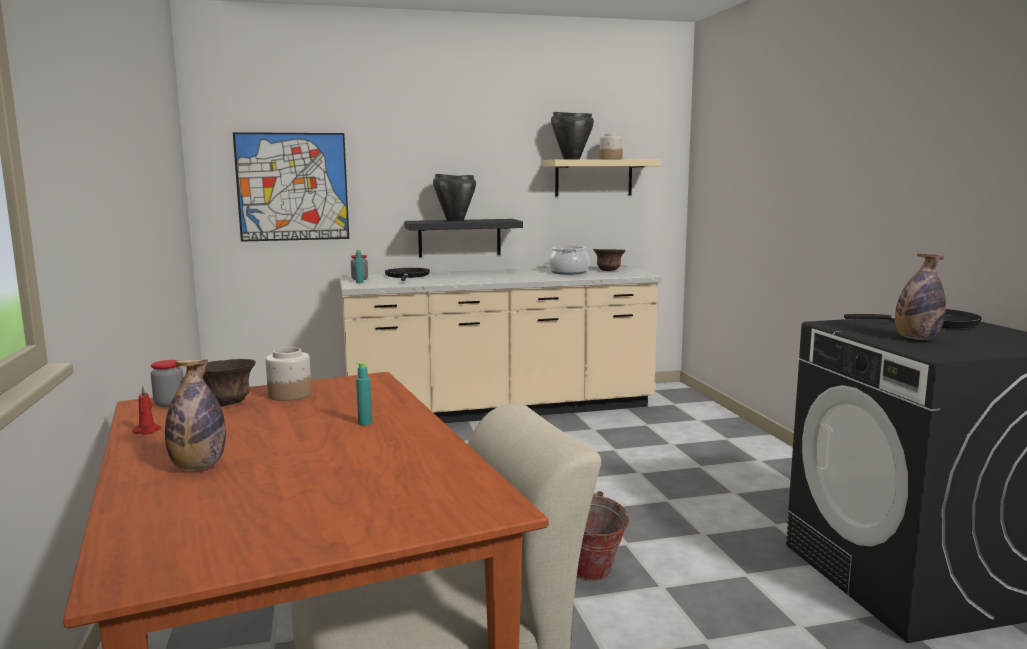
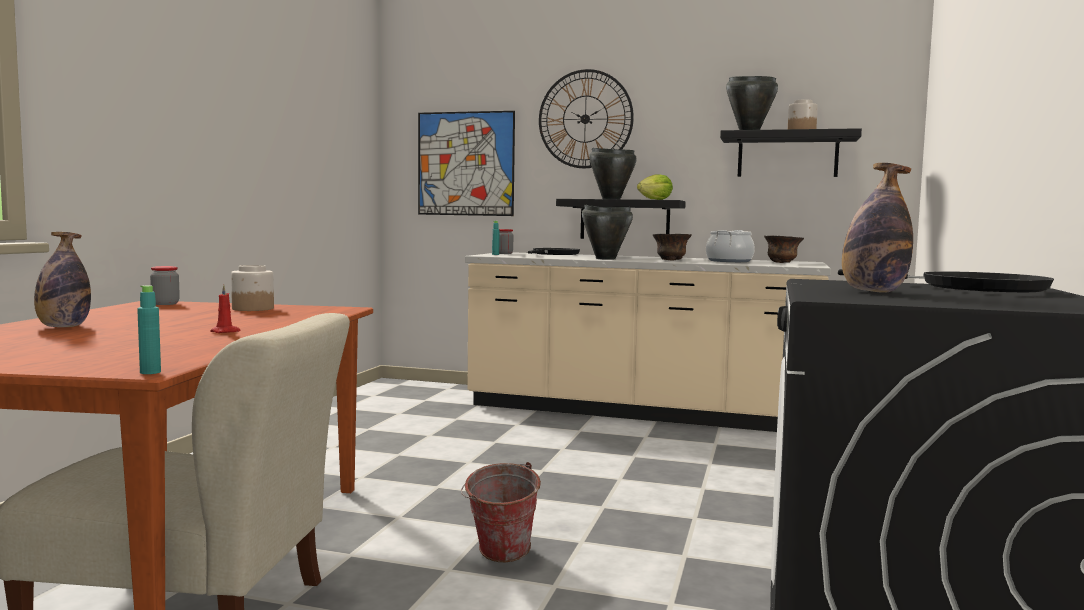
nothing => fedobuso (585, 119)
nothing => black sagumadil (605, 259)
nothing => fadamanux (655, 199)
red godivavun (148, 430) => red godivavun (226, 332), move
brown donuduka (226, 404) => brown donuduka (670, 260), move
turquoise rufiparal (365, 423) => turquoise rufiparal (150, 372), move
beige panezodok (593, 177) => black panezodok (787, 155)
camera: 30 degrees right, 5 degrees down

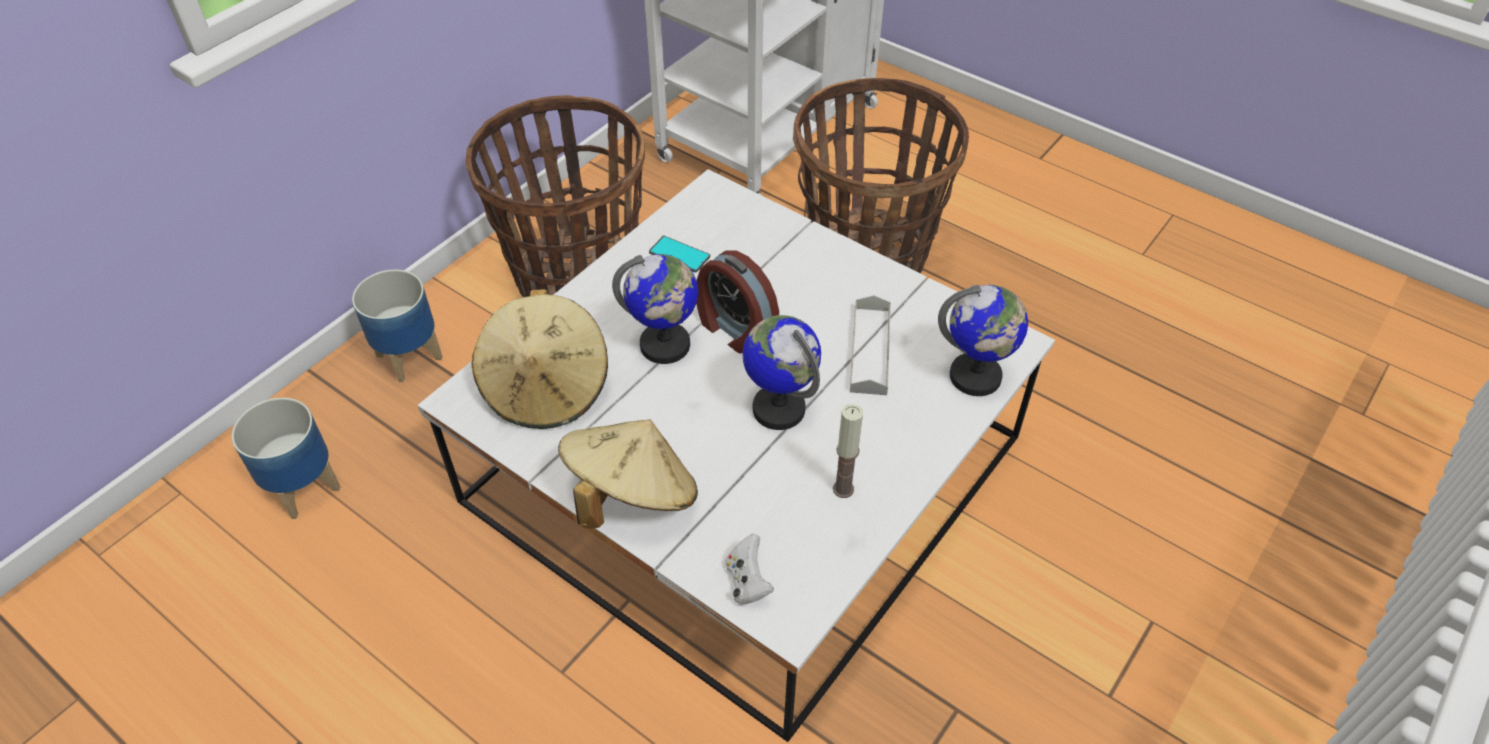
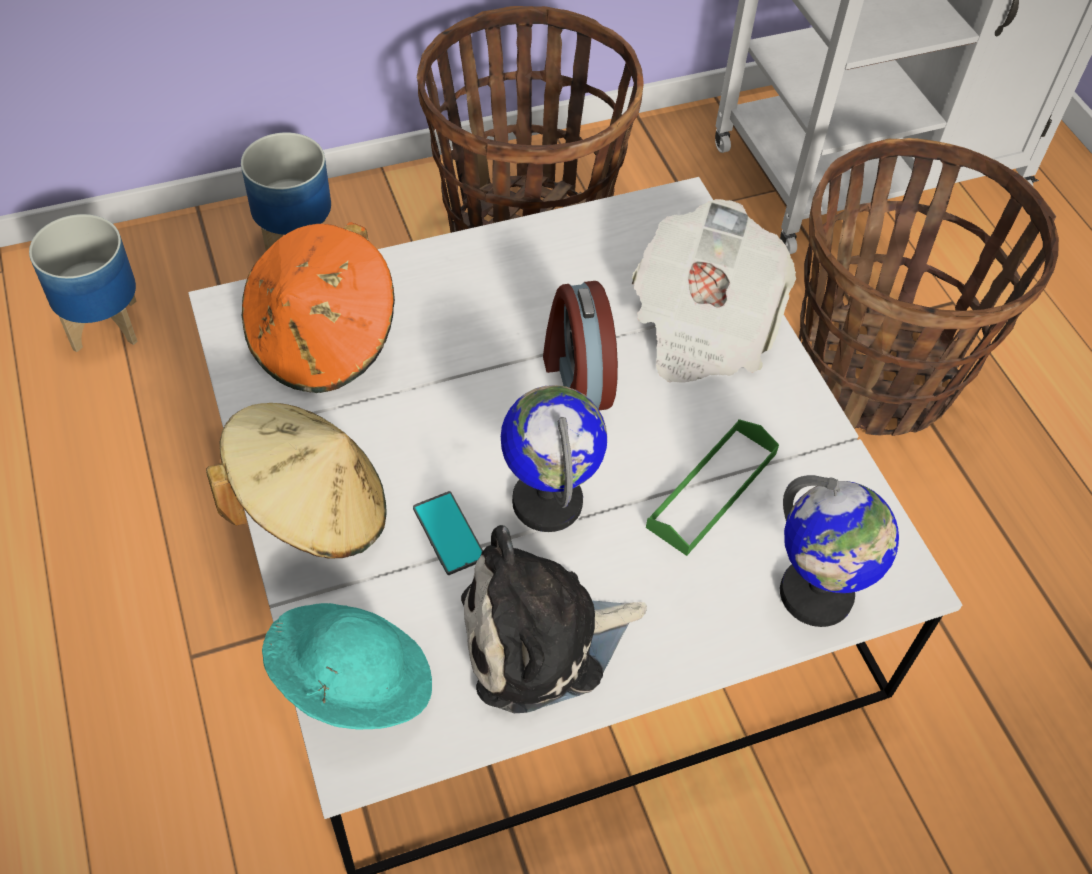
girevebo (665, 345) => nothing
nothing => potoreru (703, 325)
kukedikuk (679, 255) => kukedikuk (448, 533), move
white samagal (748, 582) => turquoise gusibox (351, 681)
godivavun (843, 489) => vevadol (542, 639)
beige gusibox (547, 388) => orange gusibox (324, 342)
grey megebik (870, 350) => green megebik (712, 490)
camera: 30 degrees right, 5 degrees up

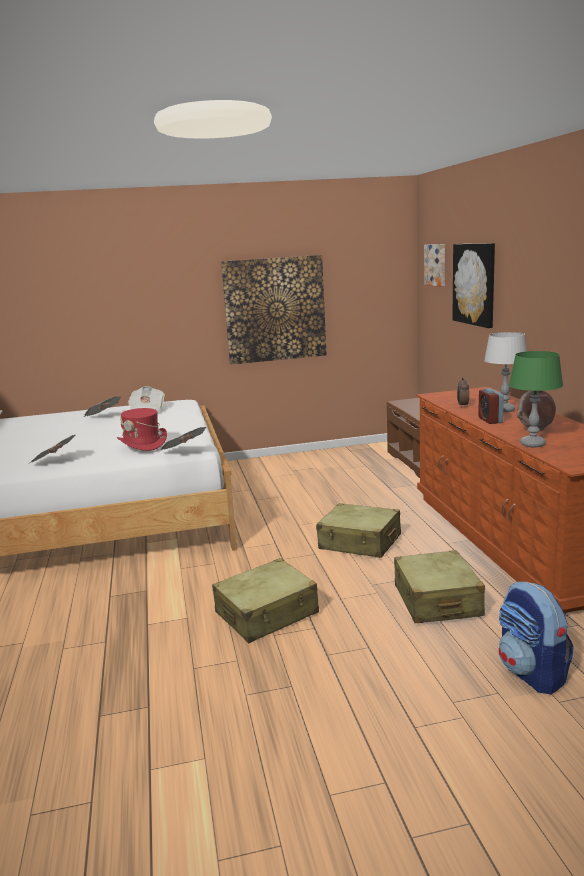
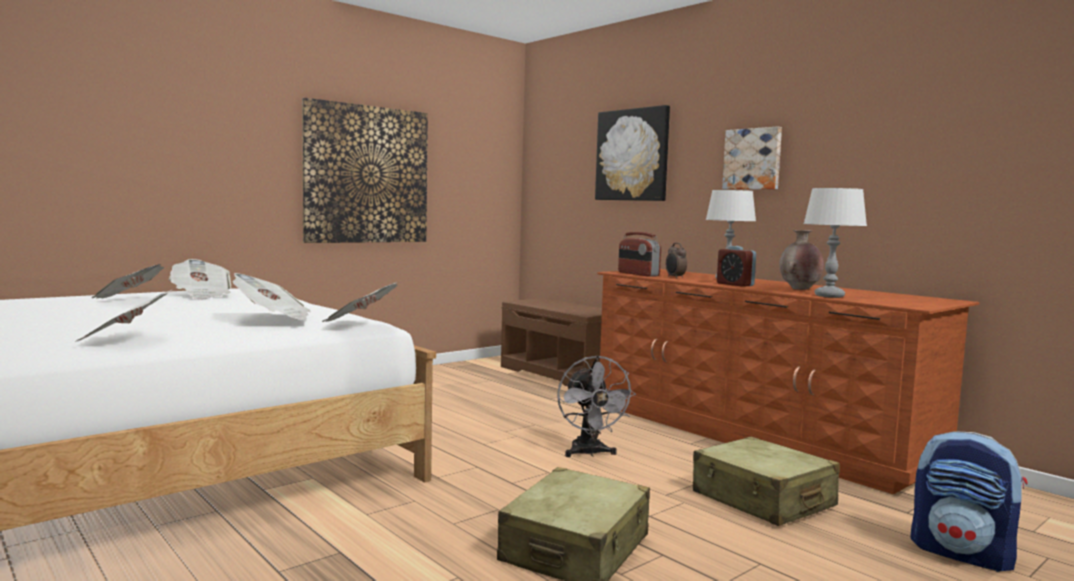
nothing => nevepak (638, 274)
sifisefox (436, 264) => sifisefox (753, 159), move
red gusibox (143, 444) => potoreru (273, 318)
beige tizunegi (360, 542) => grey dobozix (589, 453)
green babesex (533, 444) => grey babesex (829, 296)
camera: 30 degrees left, 10 degrees down

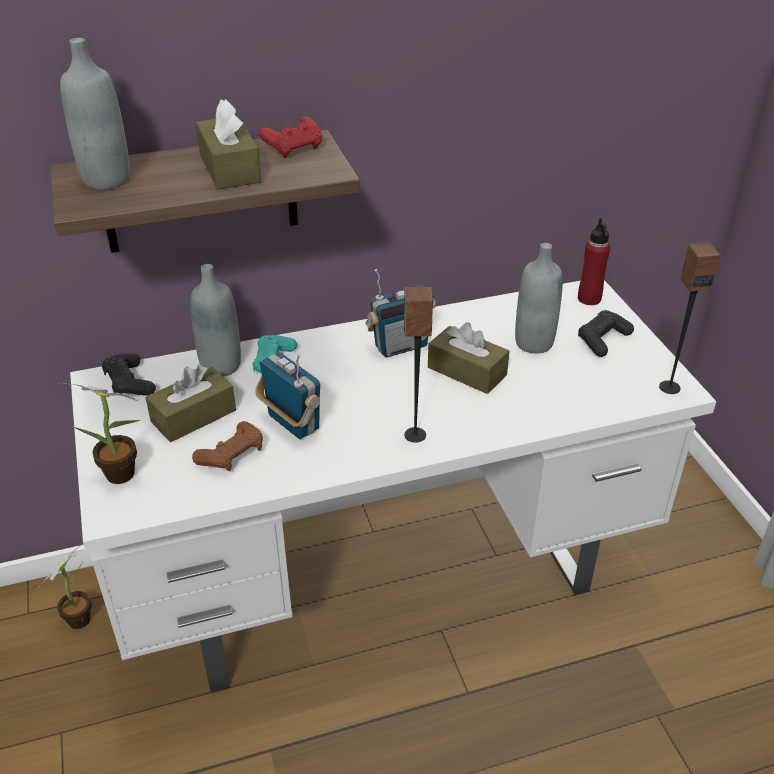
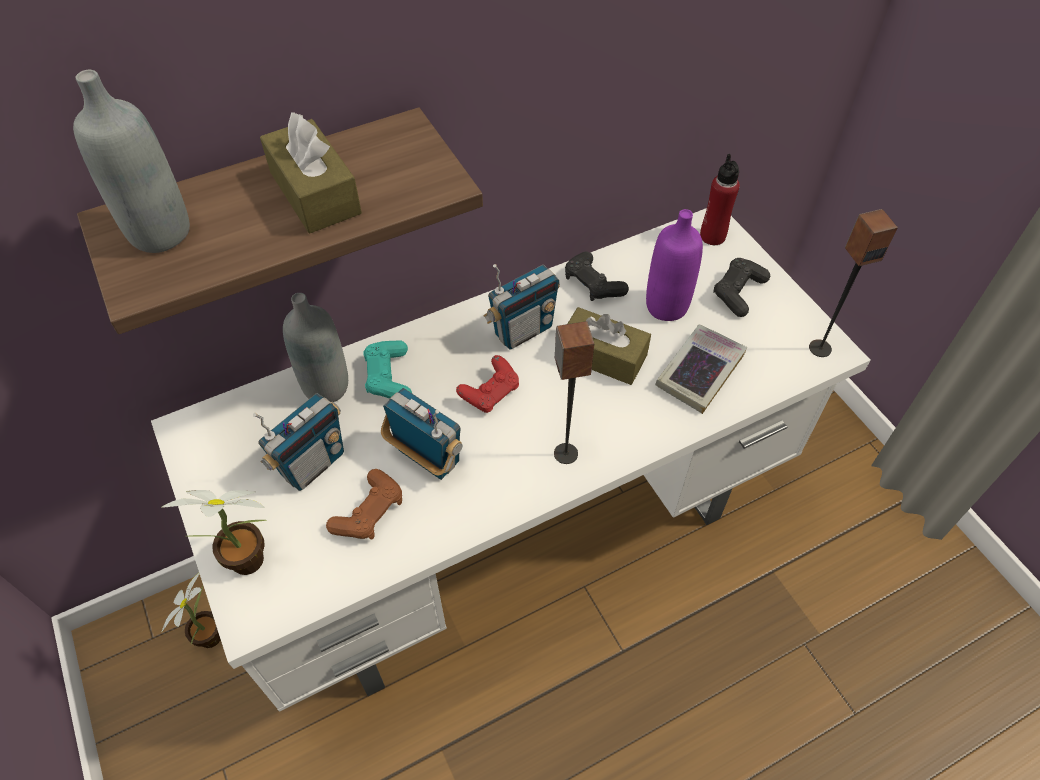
nothing => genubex (699, 372)
black samagal (129, 383) => black samagal (593, 284), move
red samagal (294, 149) => red samagal (490, 393), move
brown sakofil (193, 416) => nevepak (312, 464)
grey rufiparal (534, 343) => purple rufiparal (666, 306)
camera: 10 degrees left, 15 degrees up

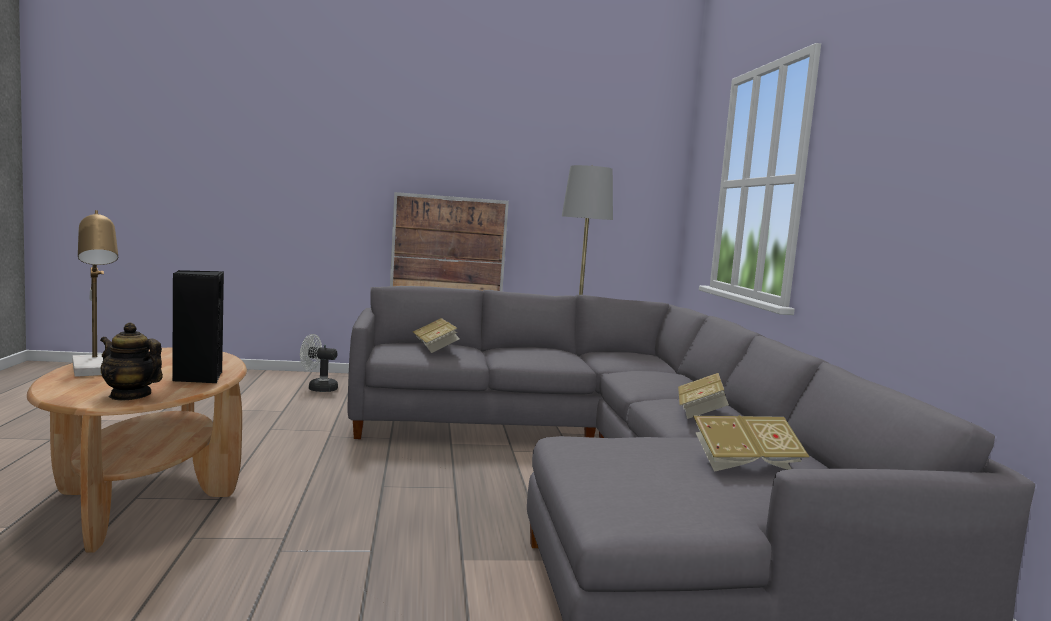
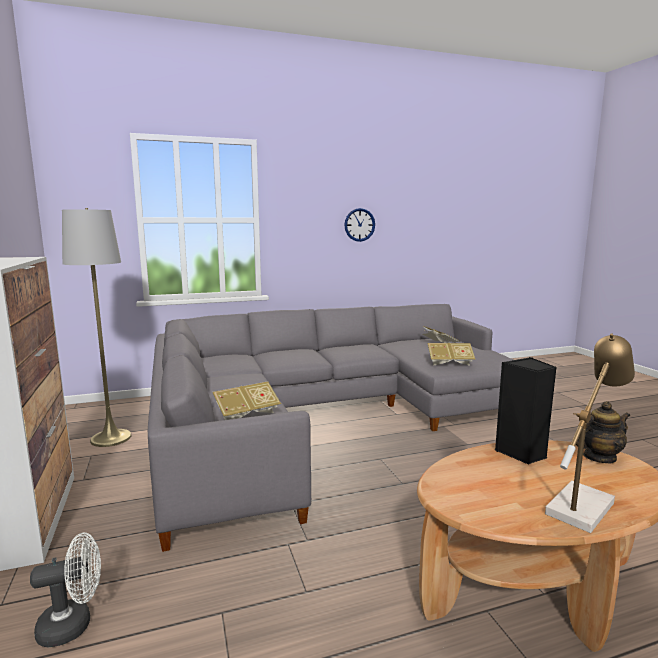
nothing => fedobuso (359, 225)
genubex (700, 412) => genubex (449, 363), move
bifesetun (130, 396) => bifesetun (599, 457), 120 degrees counterclockwise
white dobozix (318, 388) => white dobozix (74, 624), 105 degrees counterclockwise
camera: 100 degrees left, 5 degrees up

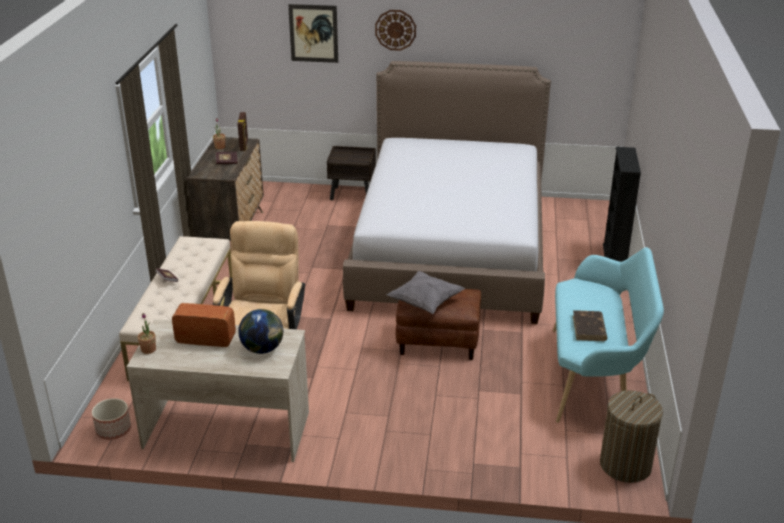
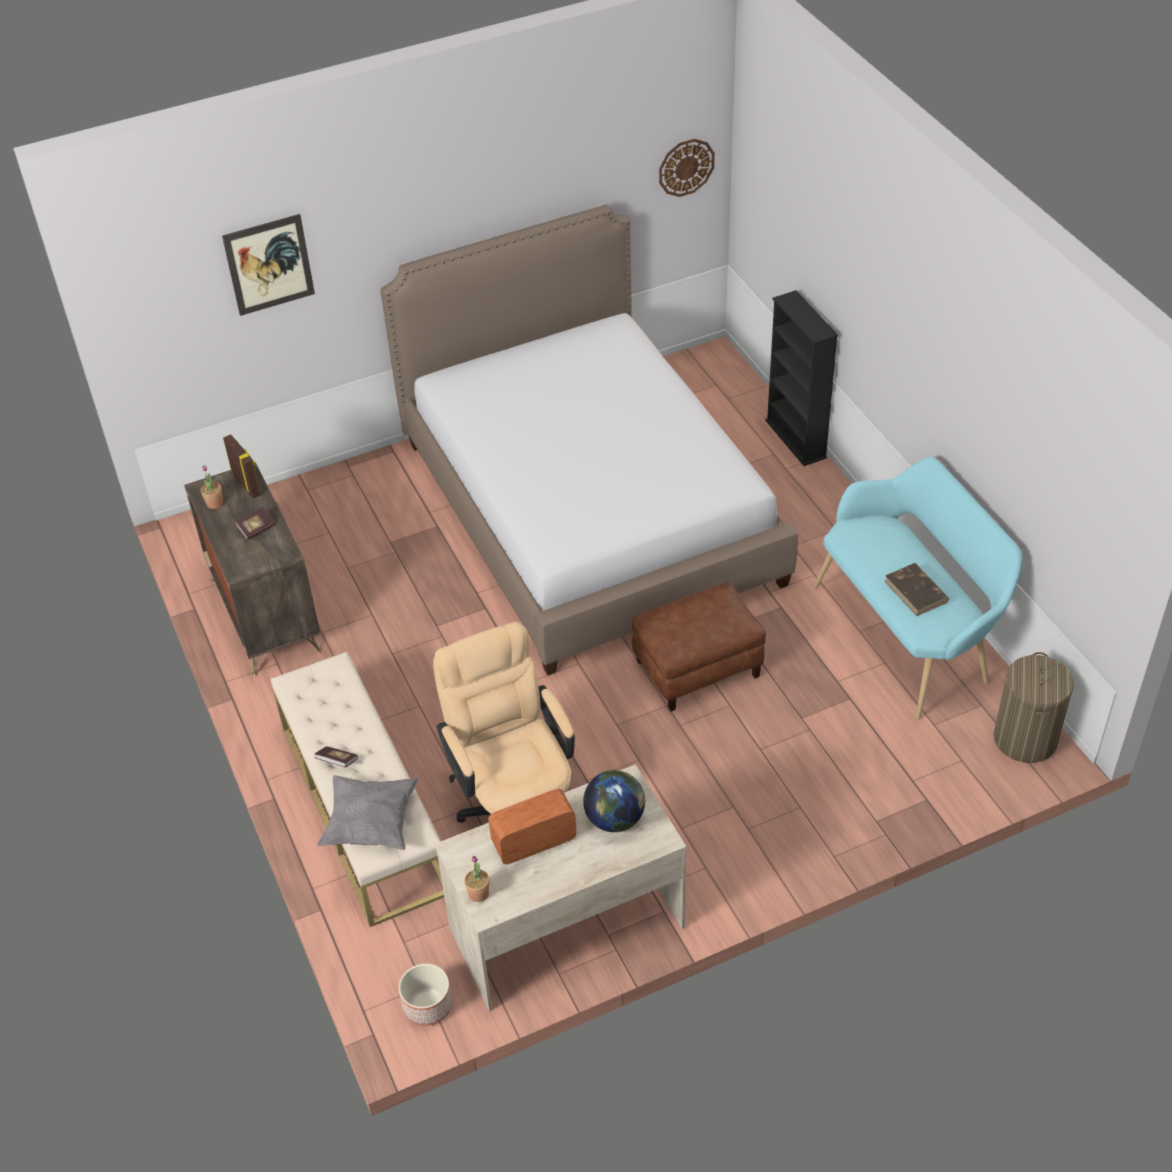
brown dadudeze (353, 194) => nothing
fedobuso (395, 30) => fedobuso (686, 167), move
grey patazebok (425, 302) => grey patazebok (371, 824), move
camera: 30 degrees left, 15 degrees up

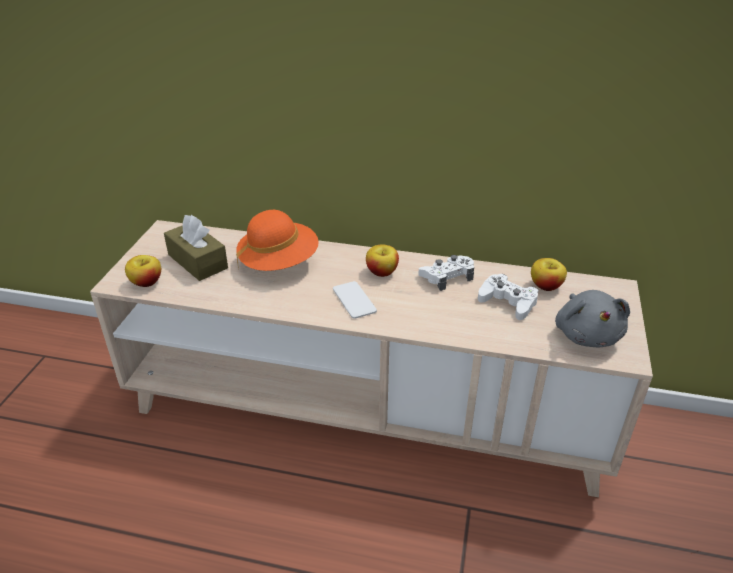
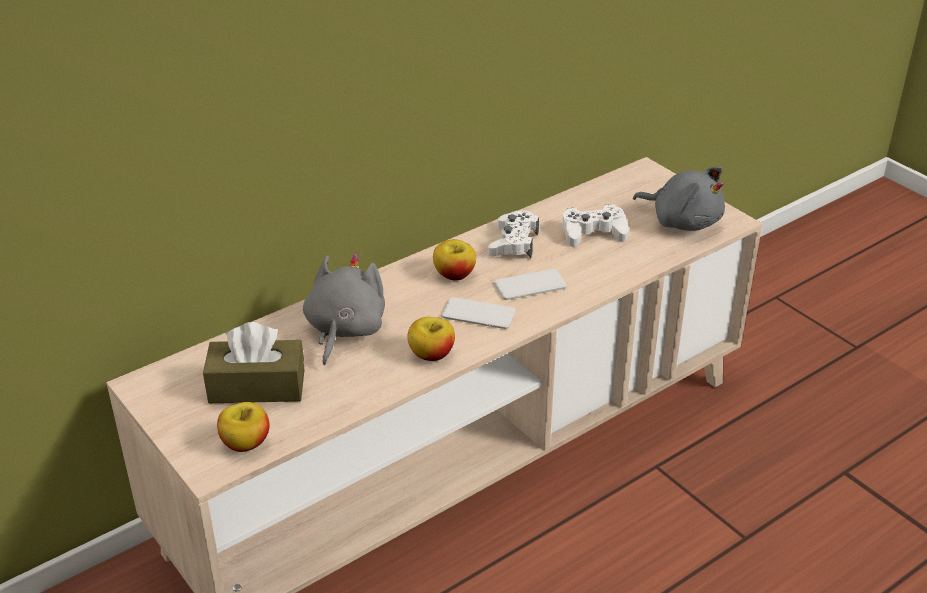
nothing => kukedikuk (530, 285)
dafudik (545, 286) => dafudik (431, 354), move
orange gusibox (279, 262) => grey vevadol (344, 330)
camera: 50 degrees left, 0 degrees up

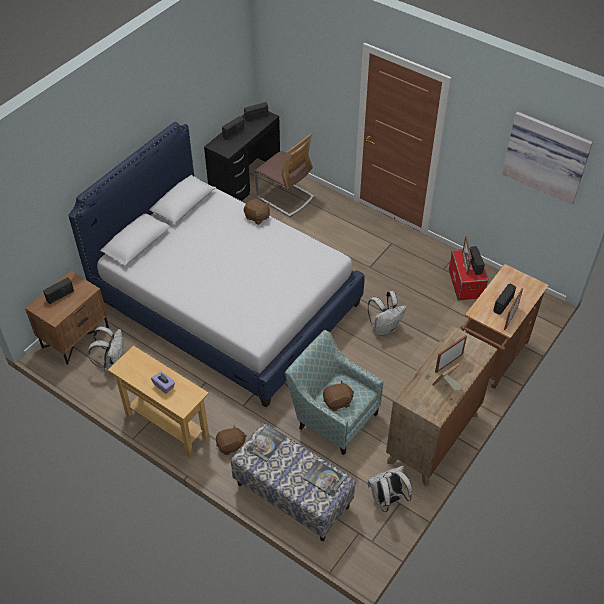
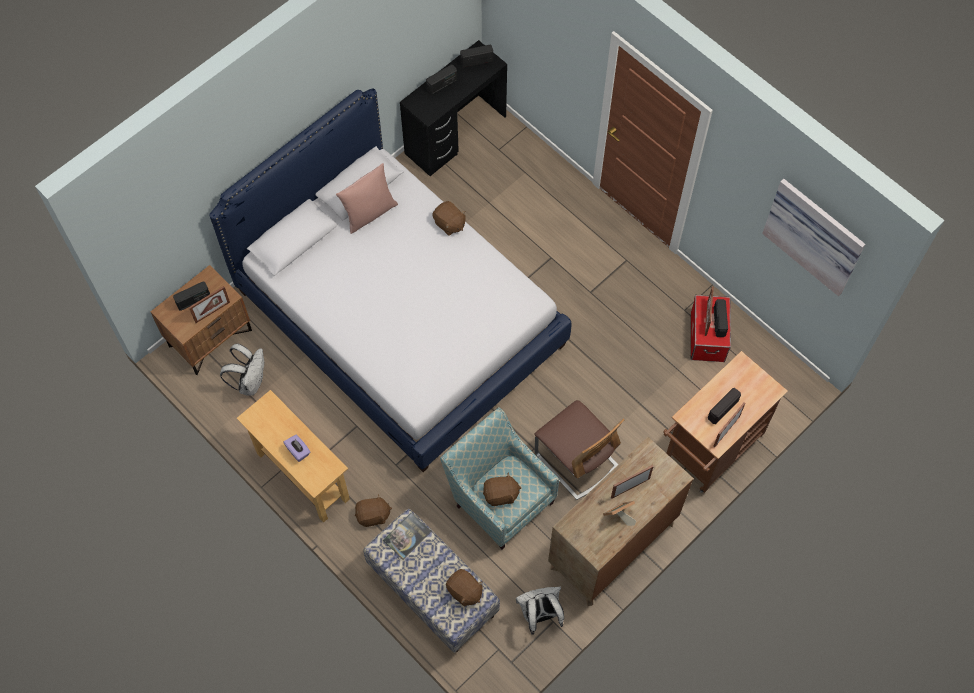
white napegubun (384, 328) => nothing
nothing => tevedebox (212, 312)
nothing => pink patazebok (369, 213)
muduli (285, 197) => muduli (576, 460), move
genubex (324, 478) => brown vevadol (464, 591)
camera: 10 degrees right, 15 degrees up

